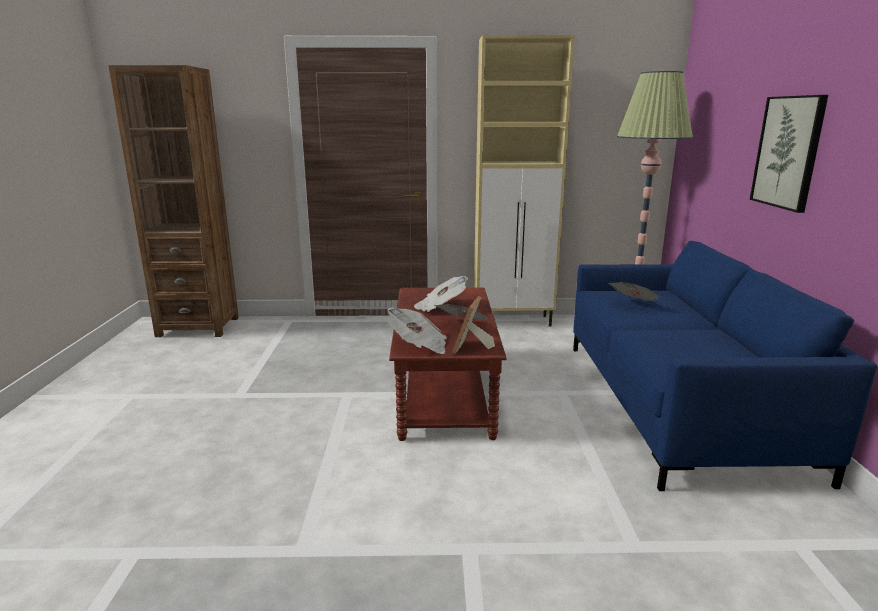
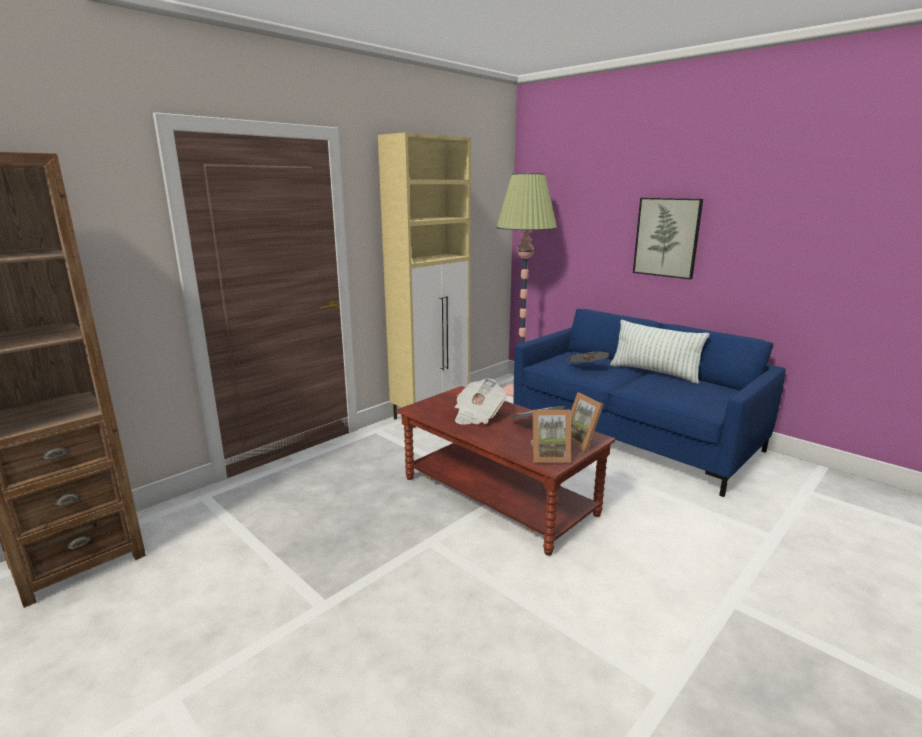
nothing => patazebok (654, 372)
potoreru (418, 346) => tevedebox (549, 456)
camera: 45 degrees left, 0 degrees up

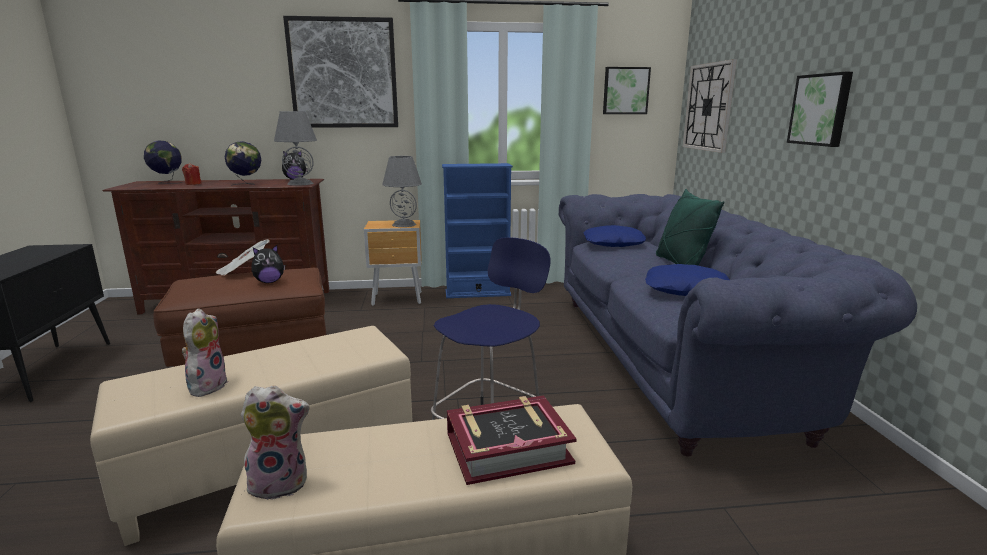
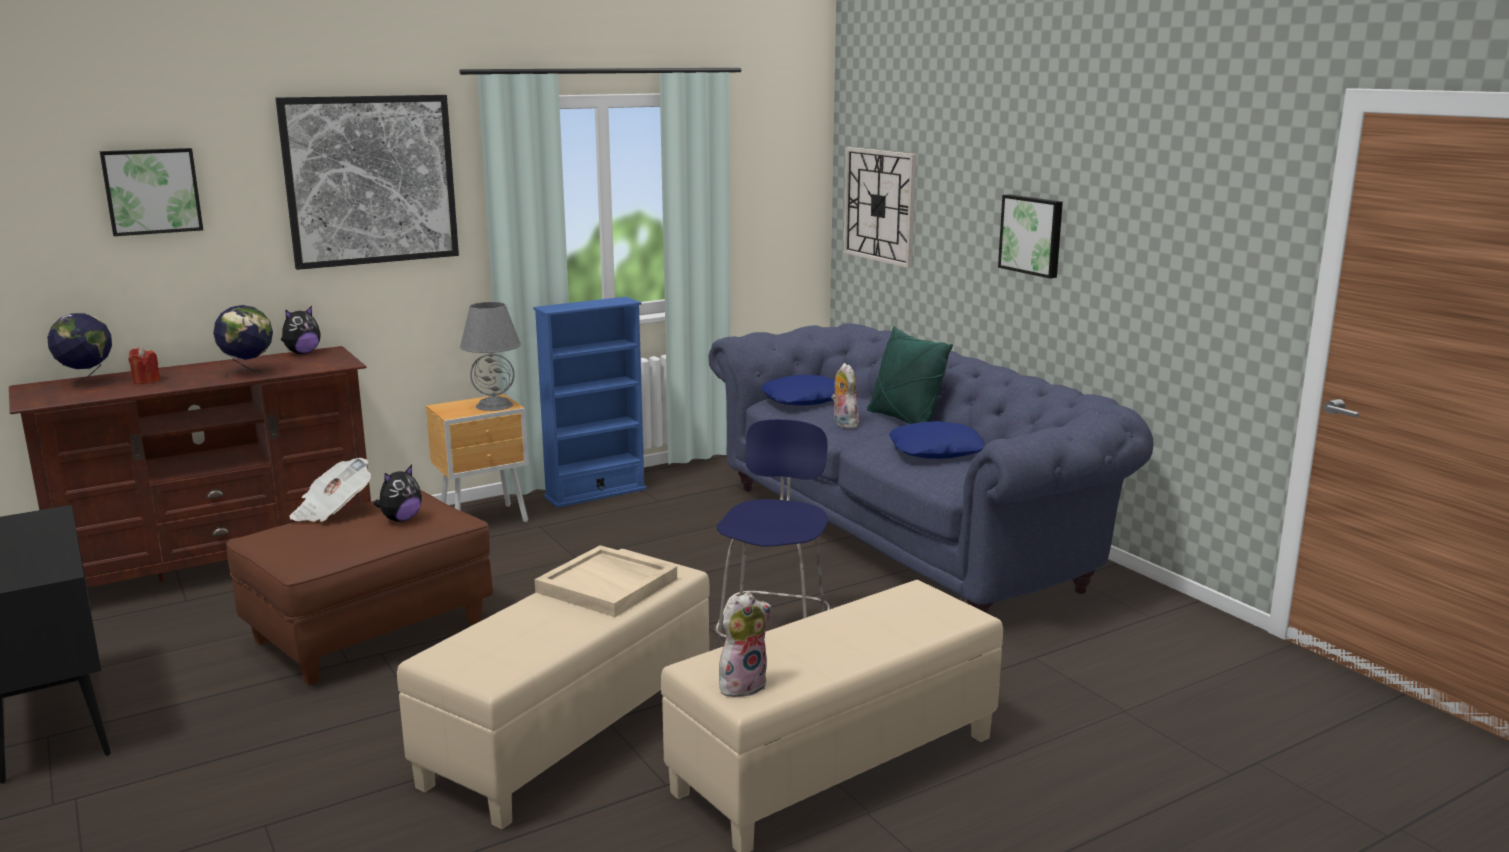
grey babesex (300, 183) => nothing
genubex (508, 448) => nothing
nothing => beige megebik (608, 585)
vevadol (207, 385) => vevadol (843, 424), move
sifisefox (625, 91) => sifisefox (152, 191), move
camera: 25 degrees left, 0 degrees up

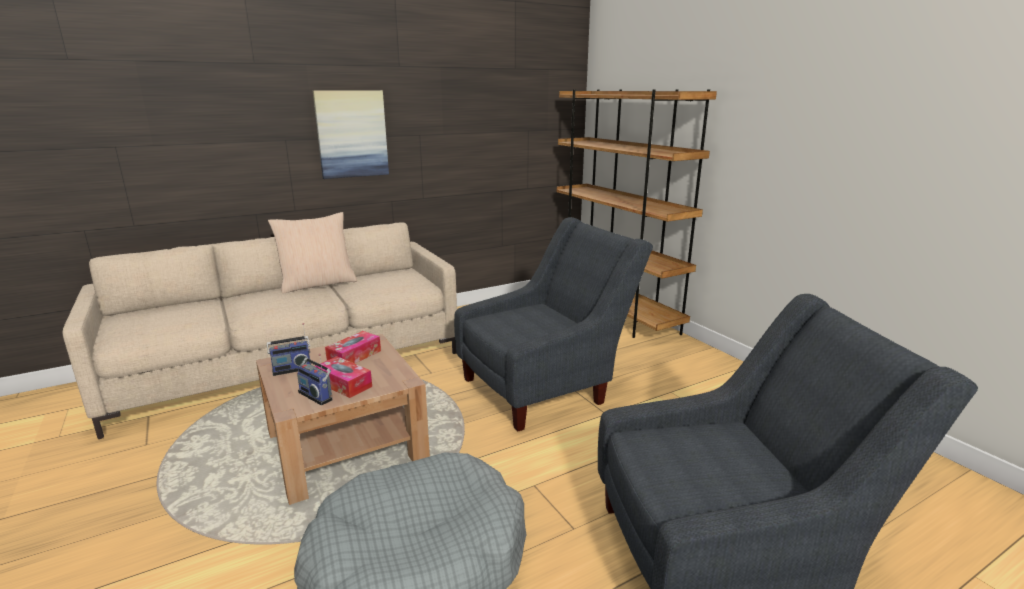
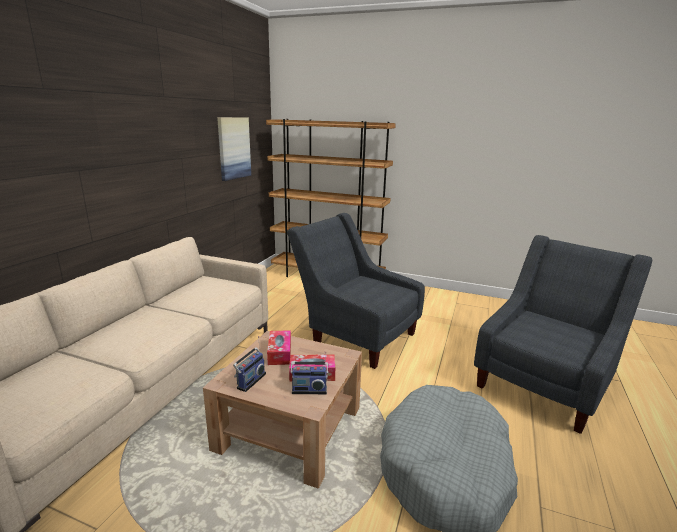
beige patazebok (318, 284) => nothing
sifisefox (351, 134) => sifisefox (233, 148), move
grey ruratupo (545, 387) => grey ruratupo (355, 335), 75 degrees counterclockwise
camera: 40 degrees left, 0 degrees up

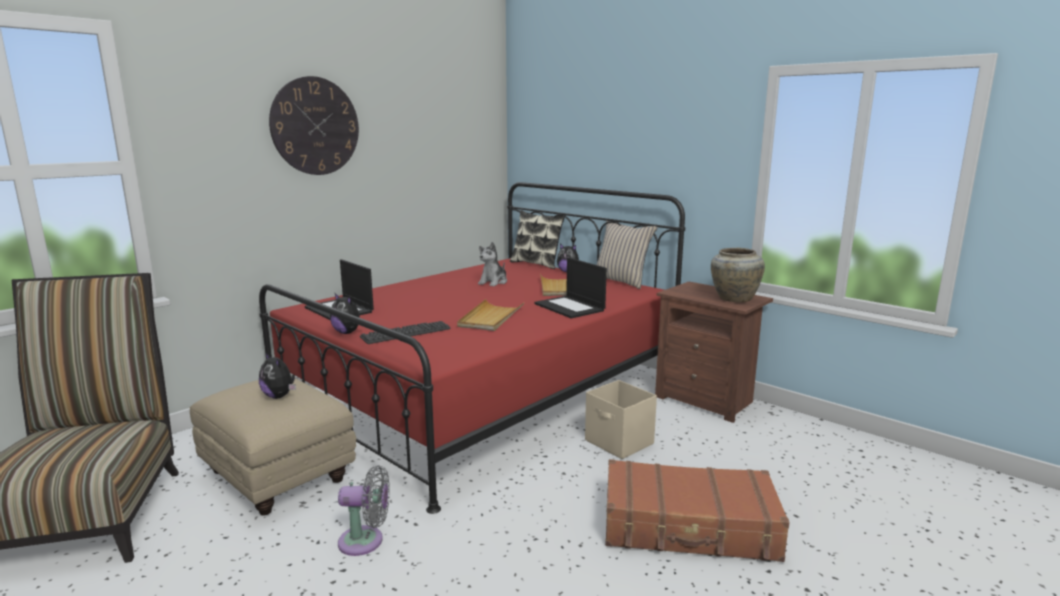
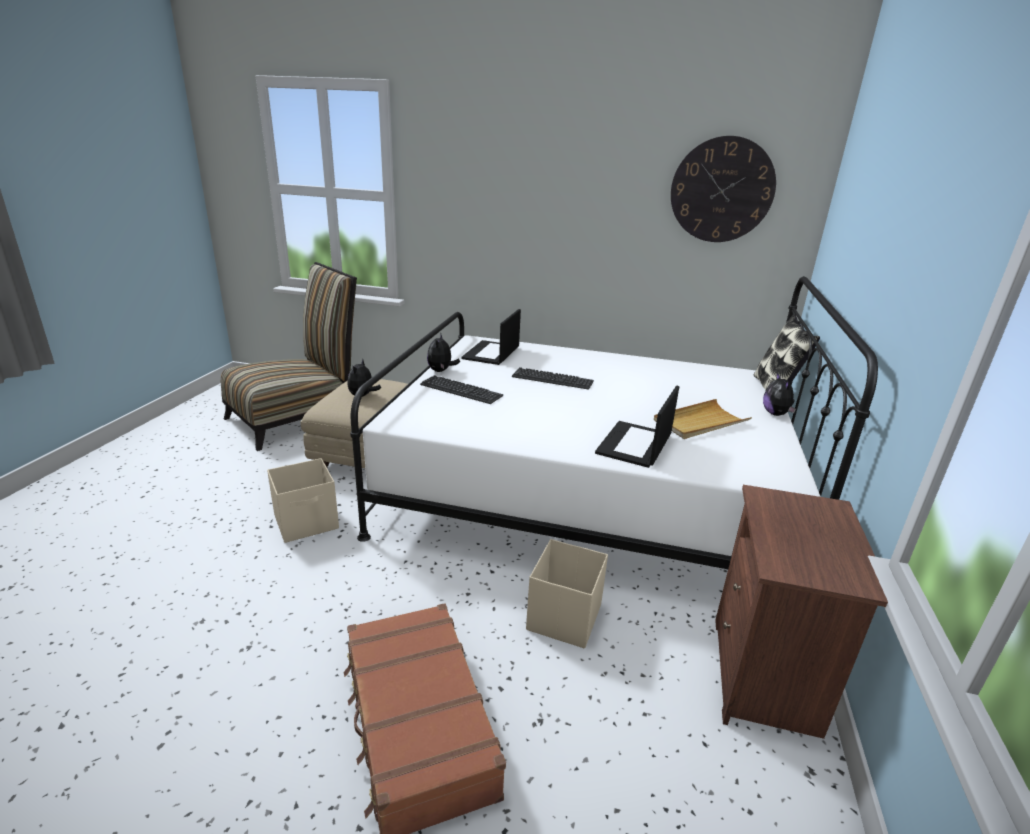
beige megebik (490, 318) => nothing
vevadol (493, 282) => nothing
beige patazebok (621, 281) => nothing
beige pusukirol (733, 298) => nothing
nothing => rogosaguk (552, 379)
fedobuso (315, 126) => fedobuso (722, 190), move
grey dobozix (366, 541) => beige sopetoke (307, 522)
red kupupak (483, 392) => white kupupak (585, 492)
camera: 60 degrees right, 10 degrees up

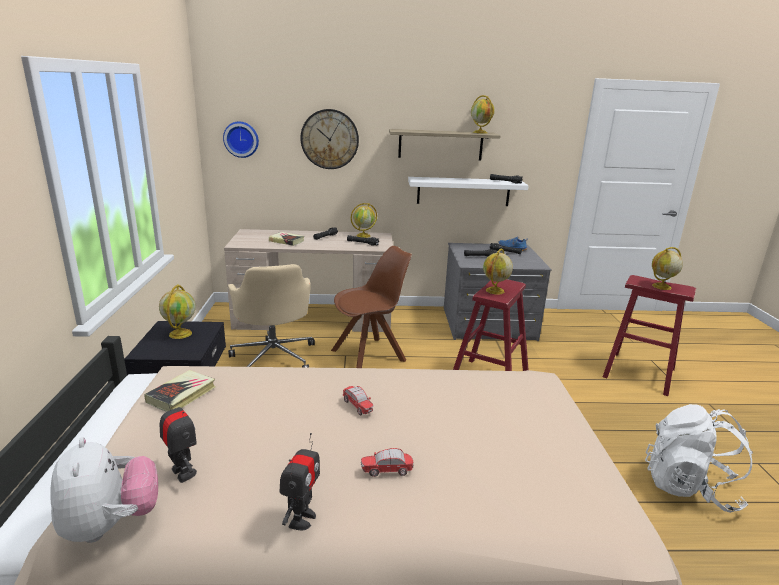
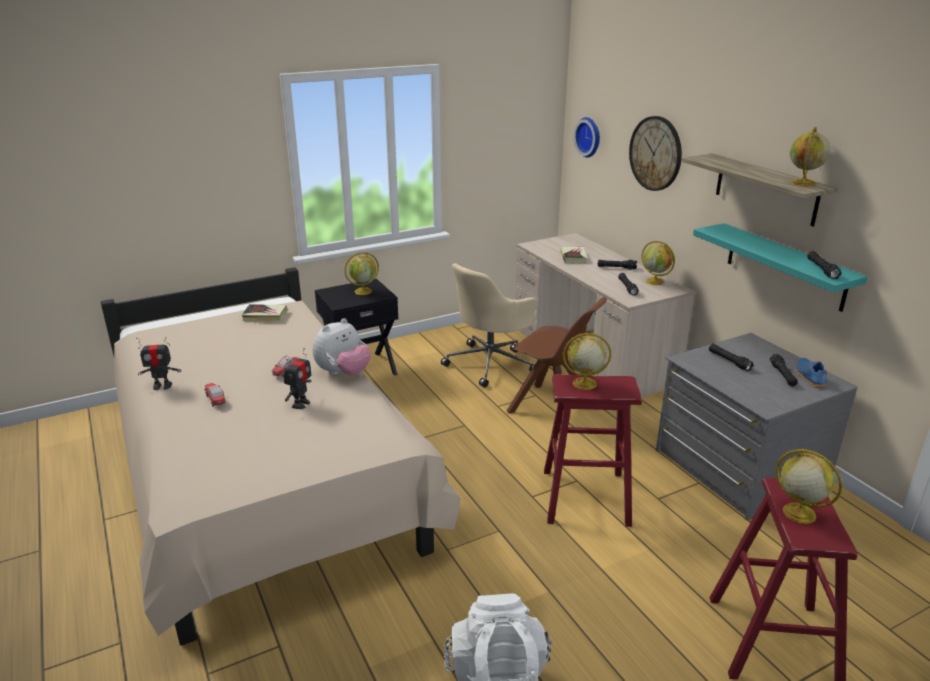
vevadol (110, 525) => vevadol (343, 373), move
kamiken (183, 472) => kamiken (300, 404), move
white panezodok (463, 191) => turquoise panezodok (785, 266)
camera: 65 degrees right, 5 degrees up

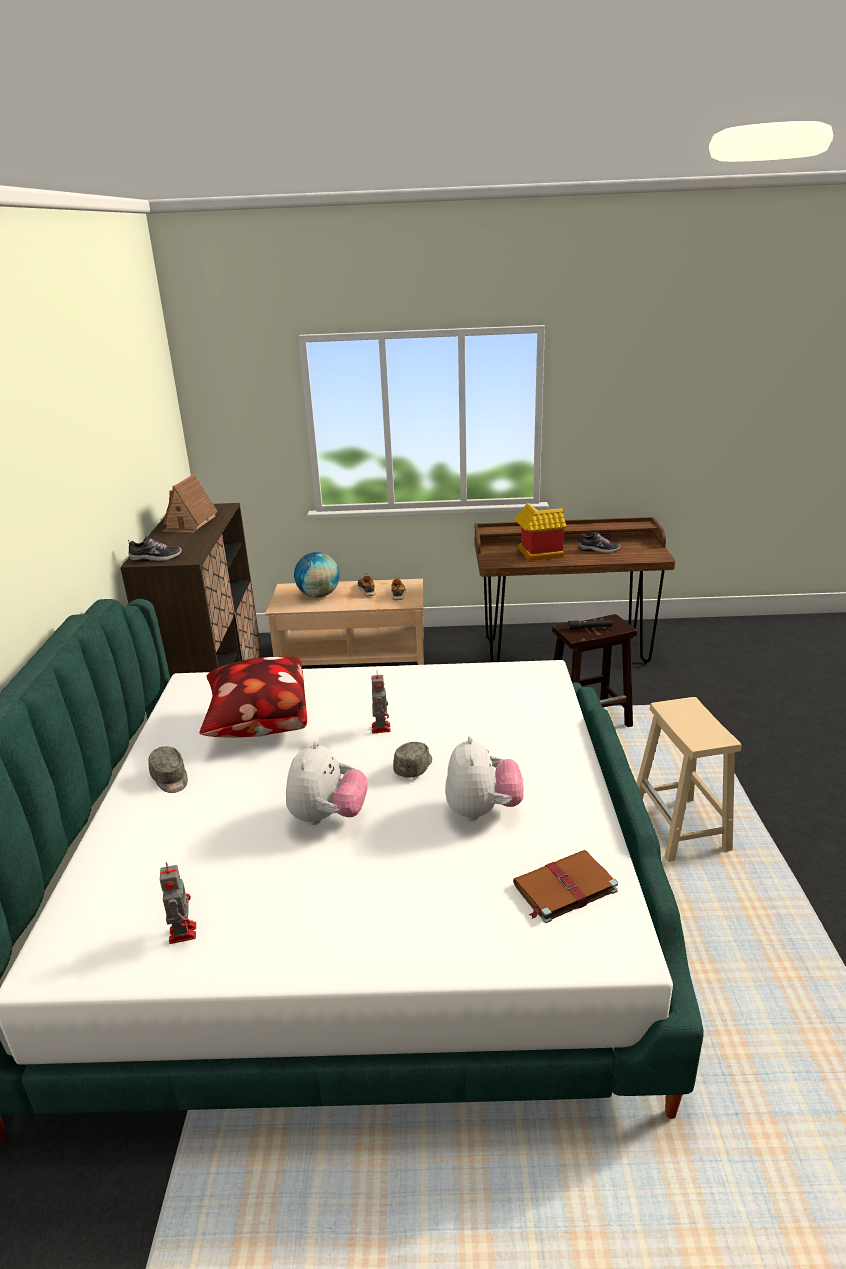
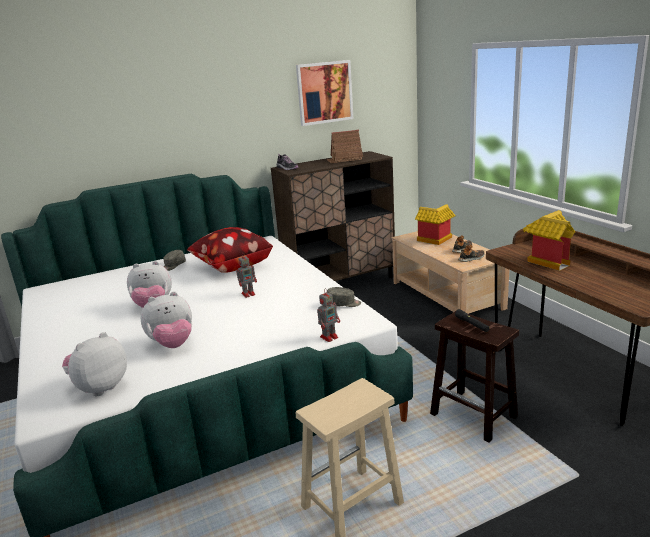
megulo (598, 550) => nothing
nothing => sifisefox (324, 92)
kamiken (183, 931) => kamiken (329, 337), move
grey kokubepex (414, 766) => grey kokubepex (343, 304), move
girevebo (319, 595) => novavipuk (434, 240)
brown genubex (563, 888) => vevadol (100, 387)
camera: 65 degrees right, 5 degrees down

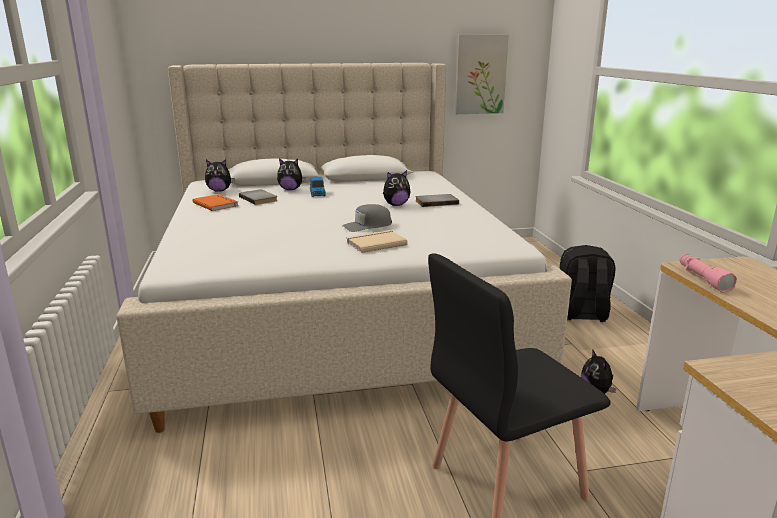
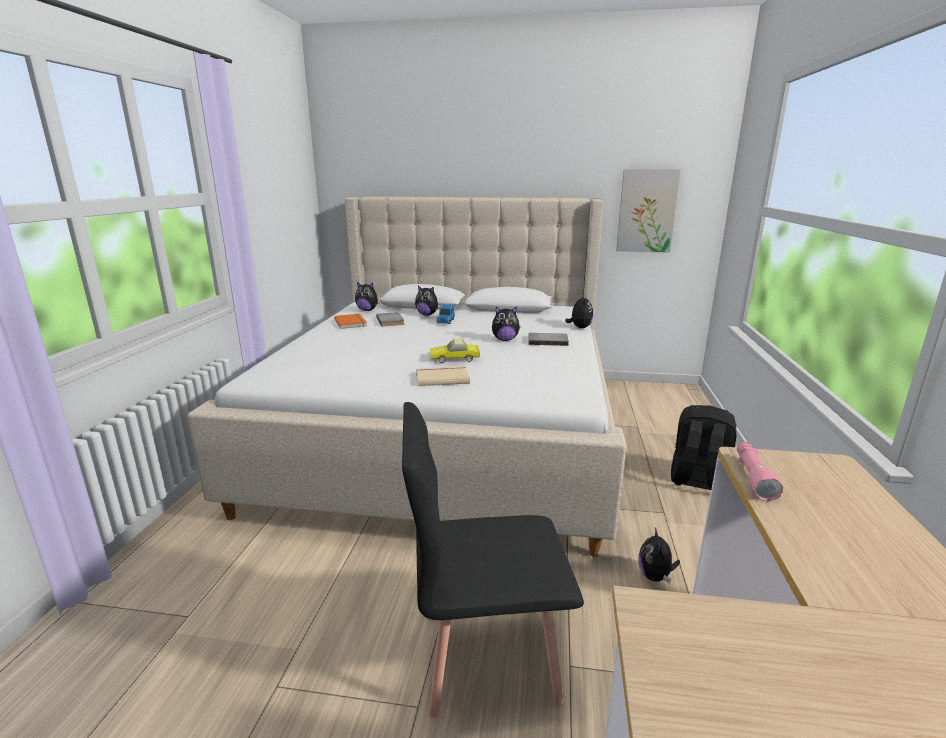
nothing => vevadol (579, 327)
grey kokubepex (367, 225) => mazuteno (455, 358)
camera: 20 degrees right, 0 degrees up

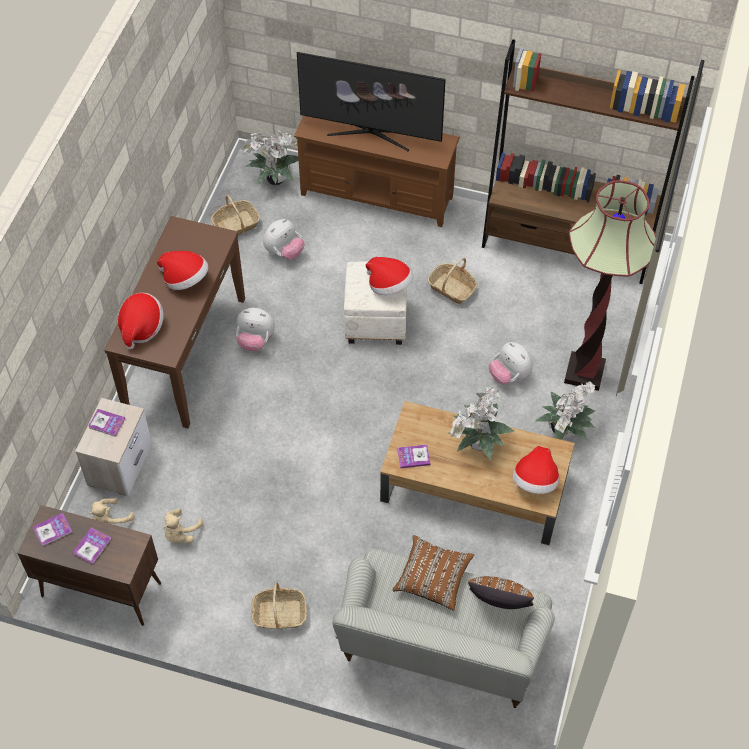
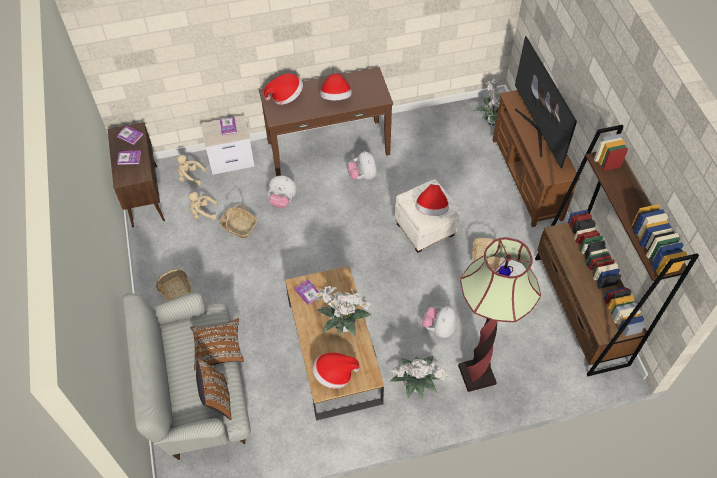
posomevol (236, 225) => posomevol (238, 226), move
vevadol (284, 252) => vevadol (283, 200), move
camera: 60 degrees right, 0 degrees up

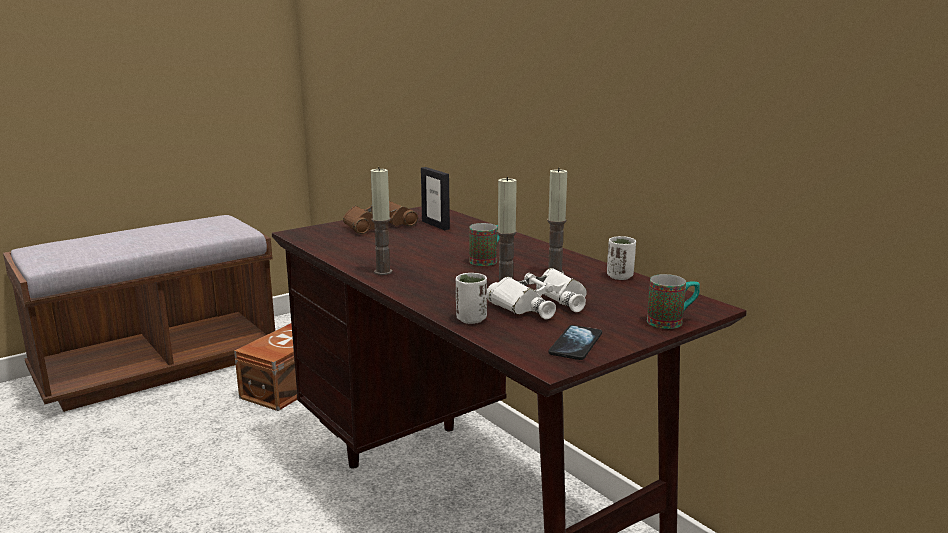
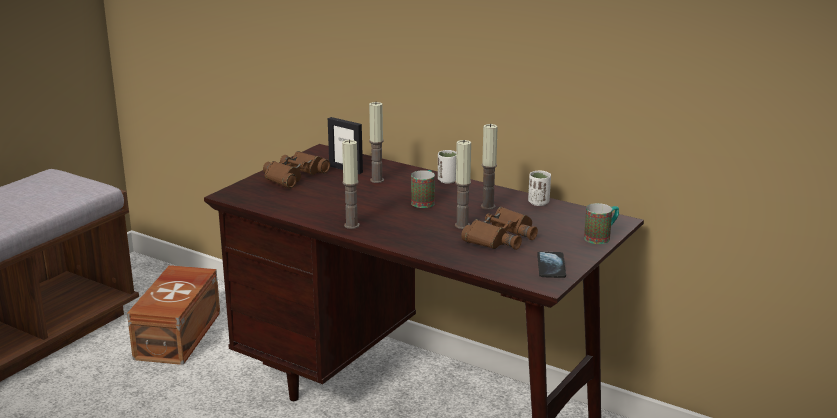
nothing => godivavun (377, 180)
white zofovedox (471, 319) => white zofovedox (447, 180), move
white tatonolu (540, 305) => brown tatonolu (501, 237)
camera: 20 degrees left, 5 degrees up

